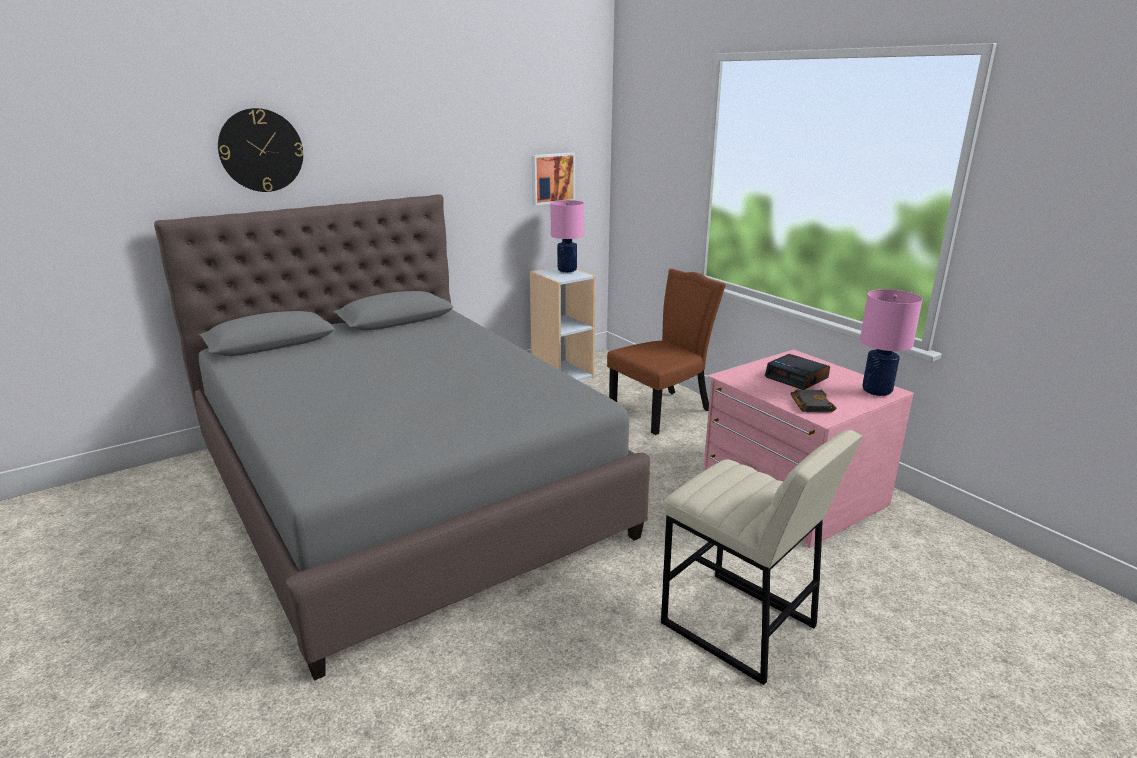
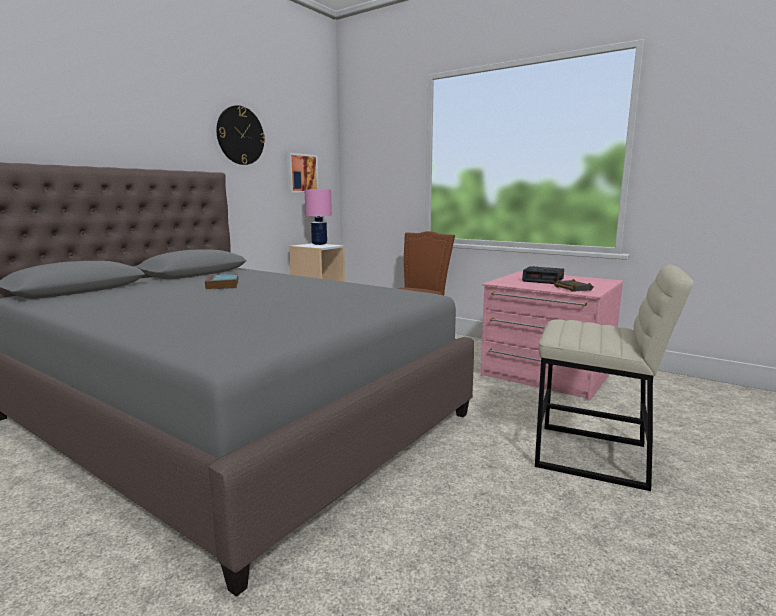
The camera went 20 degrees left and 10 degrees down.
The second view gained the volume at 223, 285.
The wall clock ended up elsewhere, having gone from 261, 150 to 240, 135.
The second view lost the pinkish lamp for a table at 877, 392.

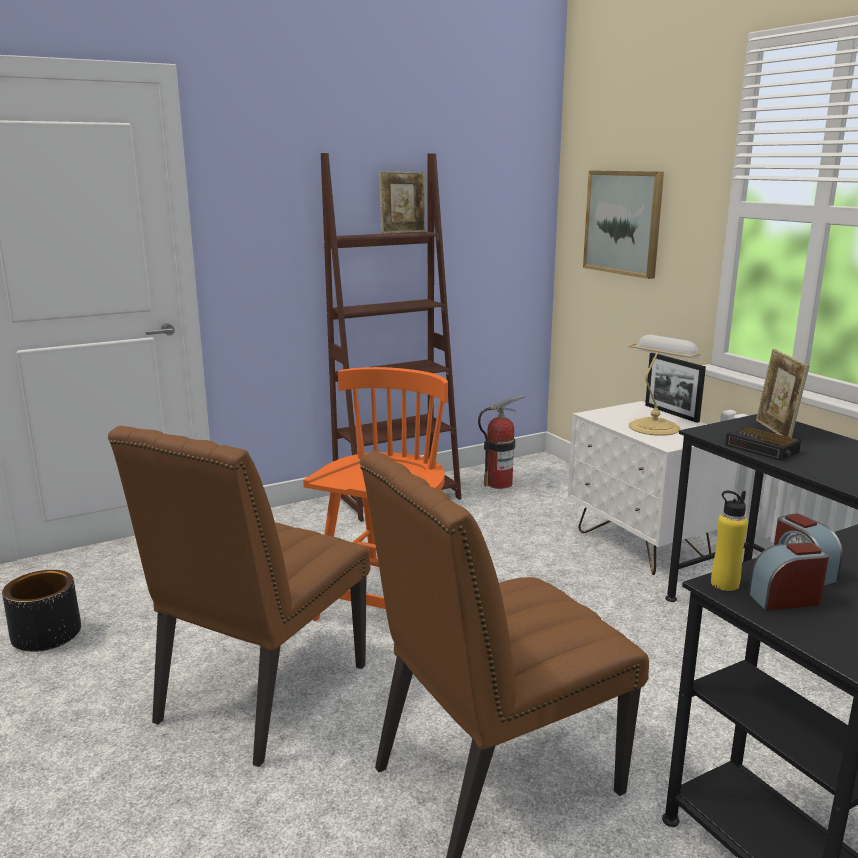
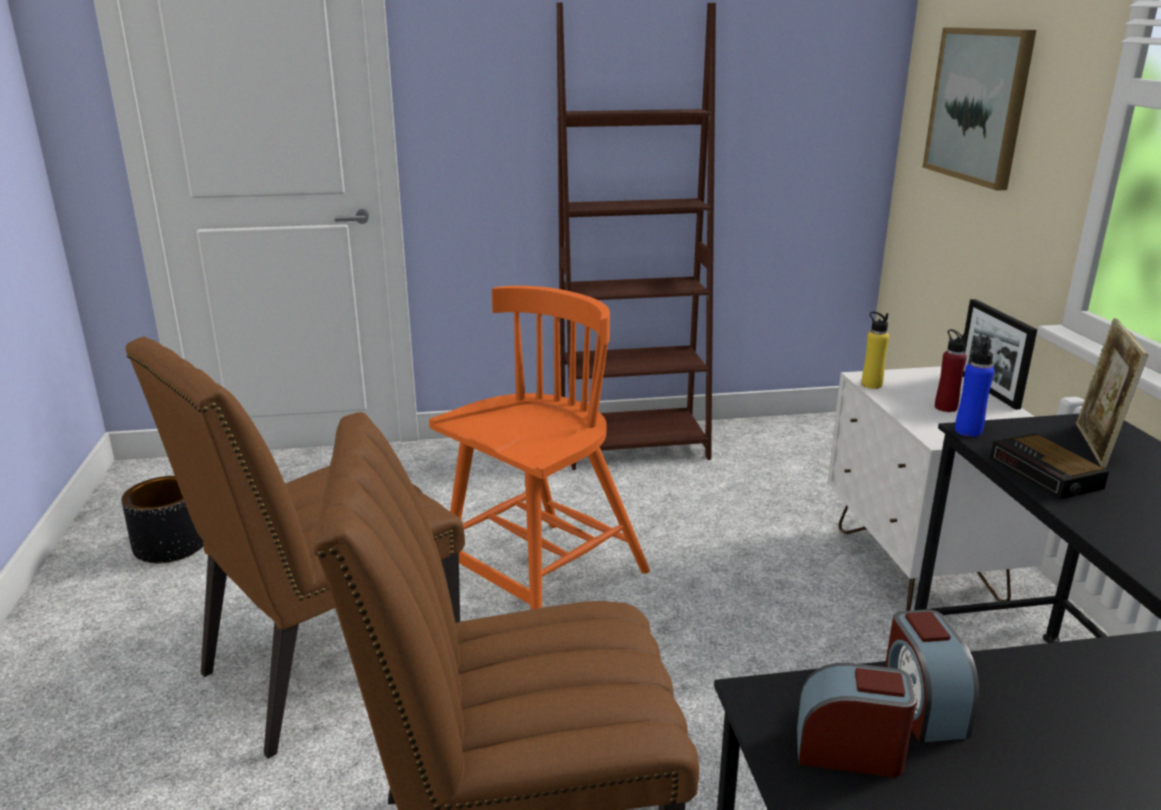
The camera went 20 degrees right and 5 degrees up.
The yellow-coloured bottle ended up elsewhere, having gone from 724, 584 to 871, 385.
Where the lamp for a table stood at 655, 426, the red bottle came to stand at 945, 407.
The second view gained the bluish bottle at 968, 431.
The second view lost the standing frame at 403, 232.
The second view lost the fire-fighting cylinder at 499, 483.

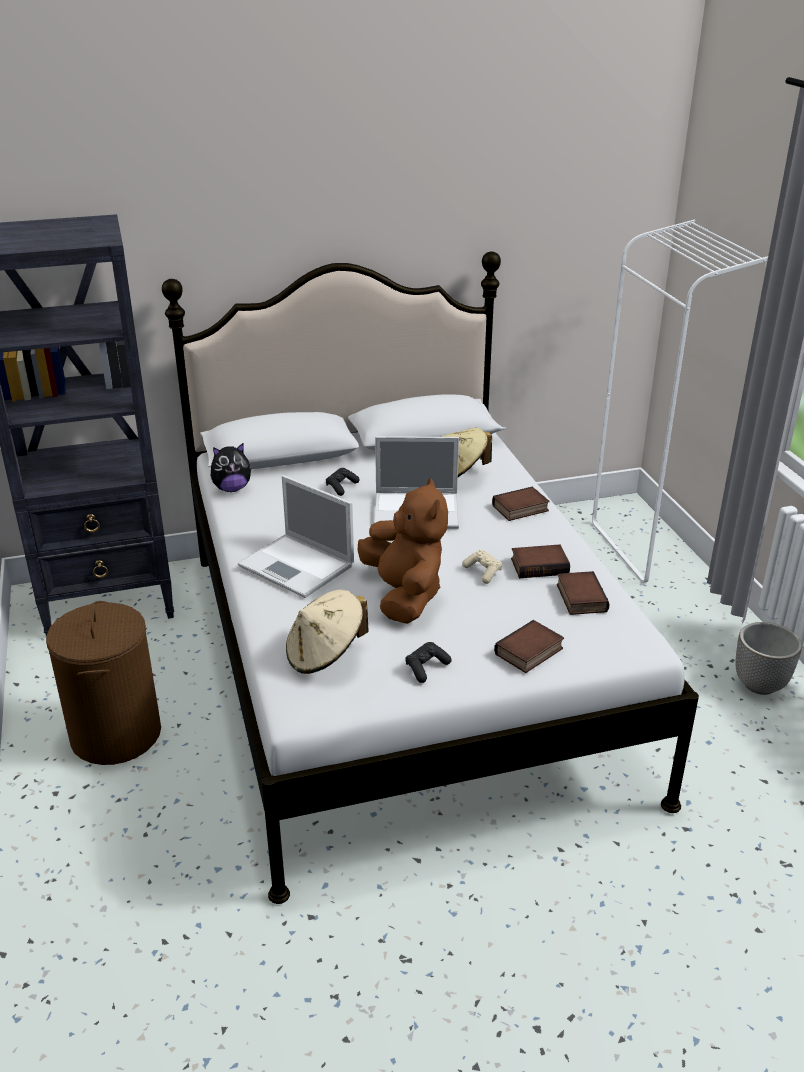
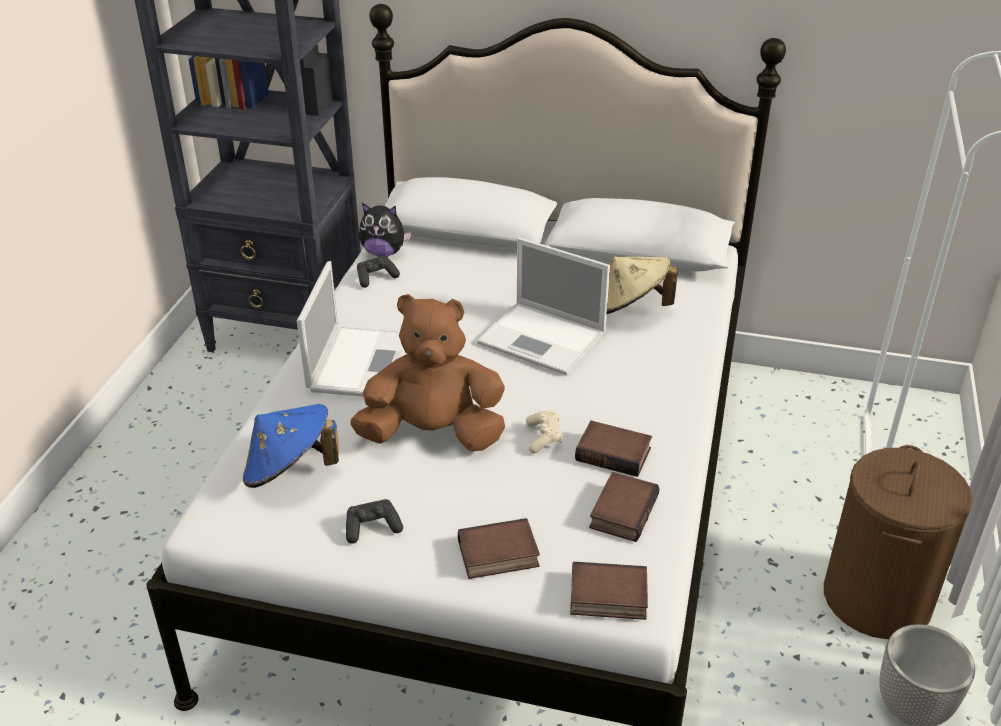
The camera went 30 degrees right and 5 degrees up.
What was the sand-coloured clothing hat at 325, 654 turned into the bluish clothing hat at 290, 471.
The laptop at 298, 566 ended up facing another way, 150 degrees counterclockwise from before.
The brown-coloured soft toy at 404, 595 ended up facing another way, 105 degrees counterclockwise from before.
The black-coloured gamepad ended up elsewhere, having gone from 341, 487 to 376, 278.
The volume ended up elsewhere, having gone from 520, 509 to 607, 598.
The brown-coloured washing basket ended up elsewhere, having gone from 116, 734 to 876, 598.

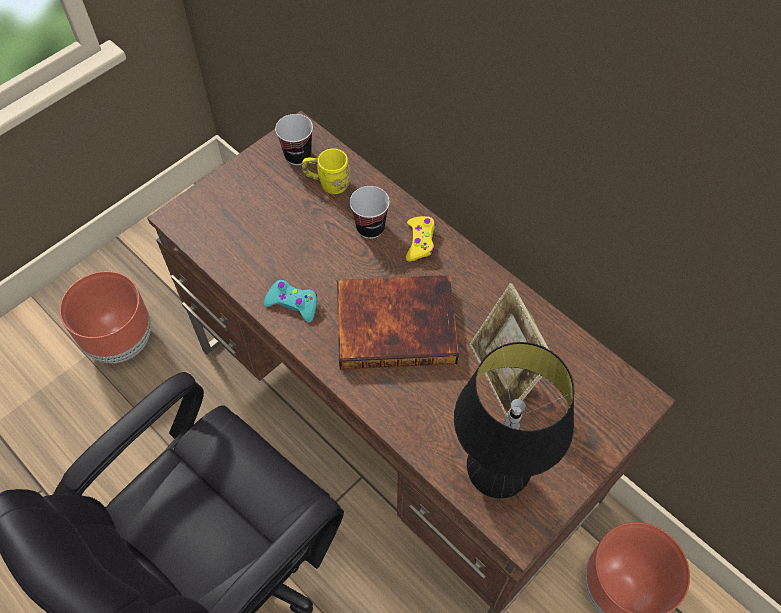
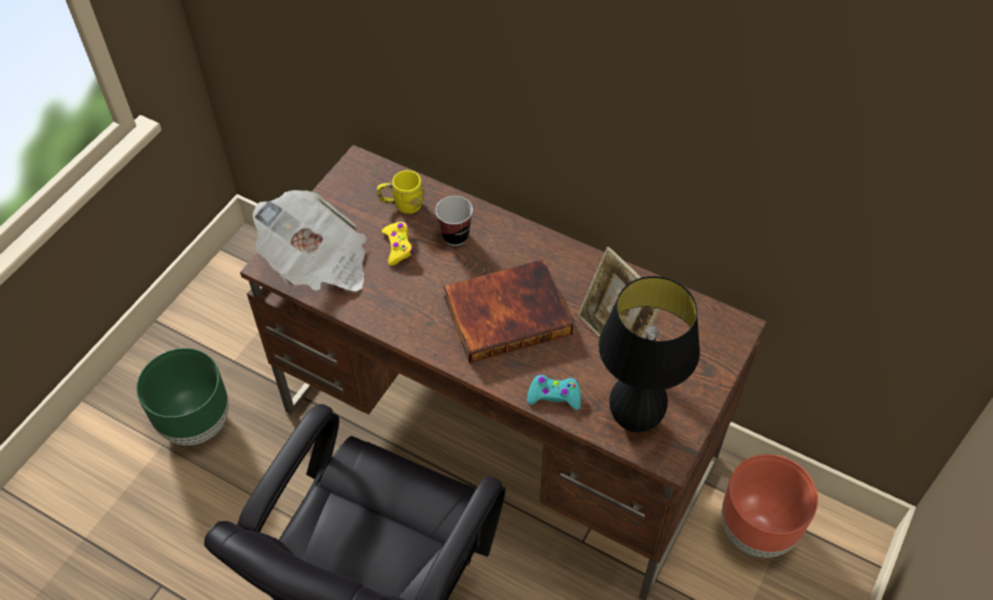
The camera went 15 degrees left and 5 degrees down.
What was the brown-coloured flower pot at 121, 342 turned into the greenish flower pot at 196, 424.
The second view gained the printed paper at 318, 262.
The yellow-coloured gamepad ended up elsewhere, having gone from 420, 241 to 398, 246.
The turquoise-coloured gamepad ended up elsewhere, having gone from 293, 303 to 554, 395.
The second view lost the drinking cup at 298, 155.

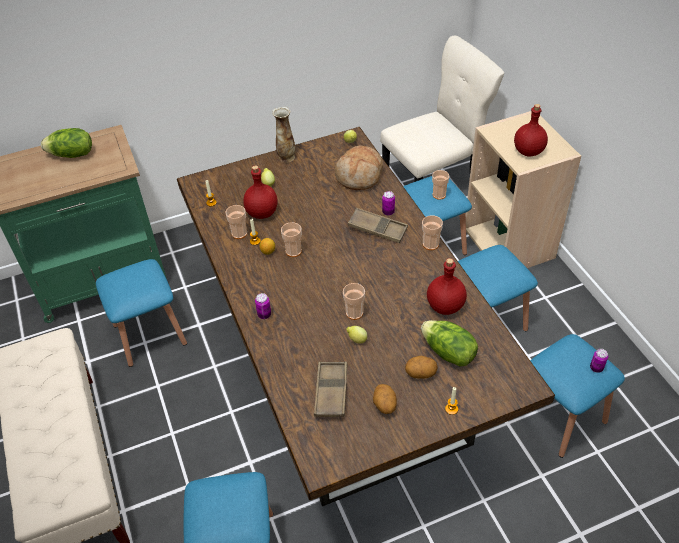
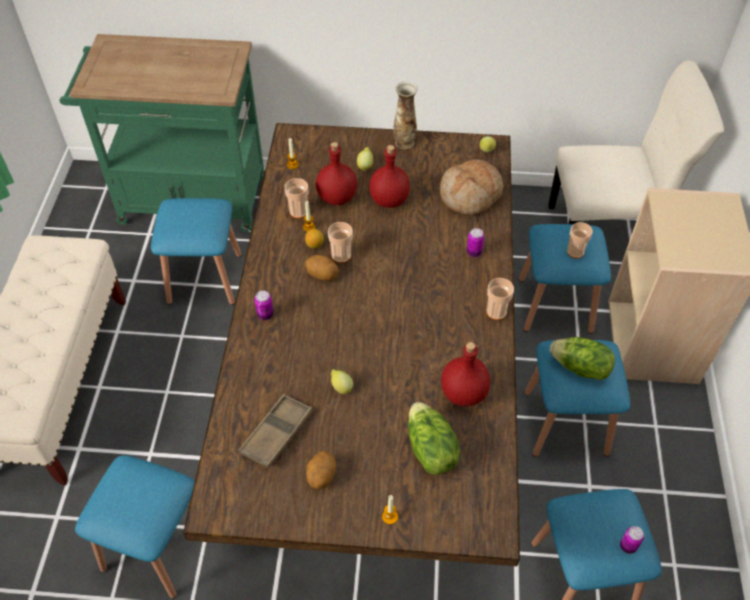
The camera went 25 degrees right and 5 degrees up.
The spud ended up elsewhere, having gone from 420, 373 to 322, 275.
The red bottle ended up elsewhere, having gone from 529, 151 to 390, 200.
The lettuce ended up elsewhere, having gone from 72, 155 to 580, 368.
The second view lost the drinking cup at 354, 313.
The second view lost the brown-coloured carrying tray at 377, 229.

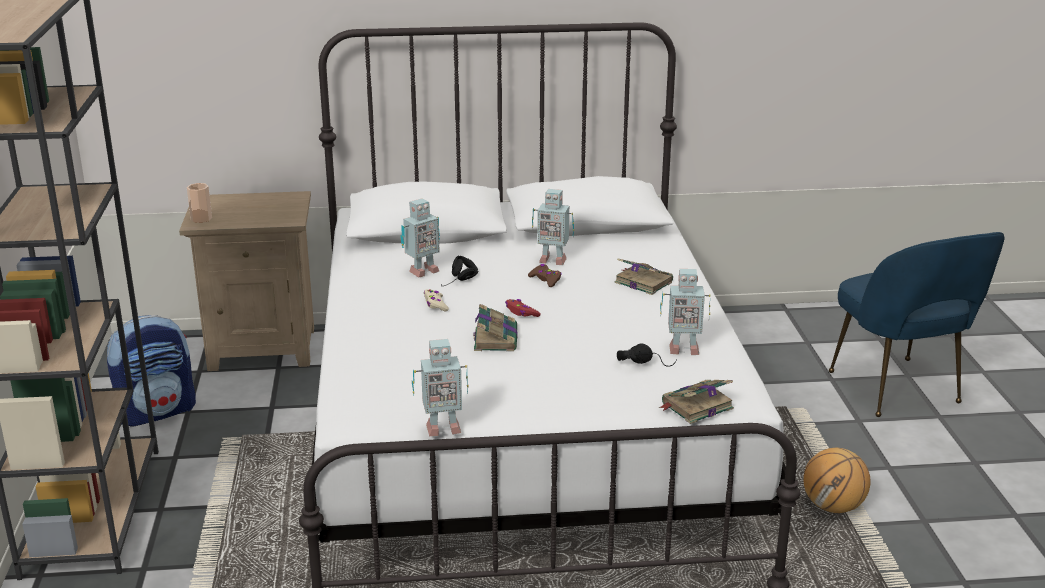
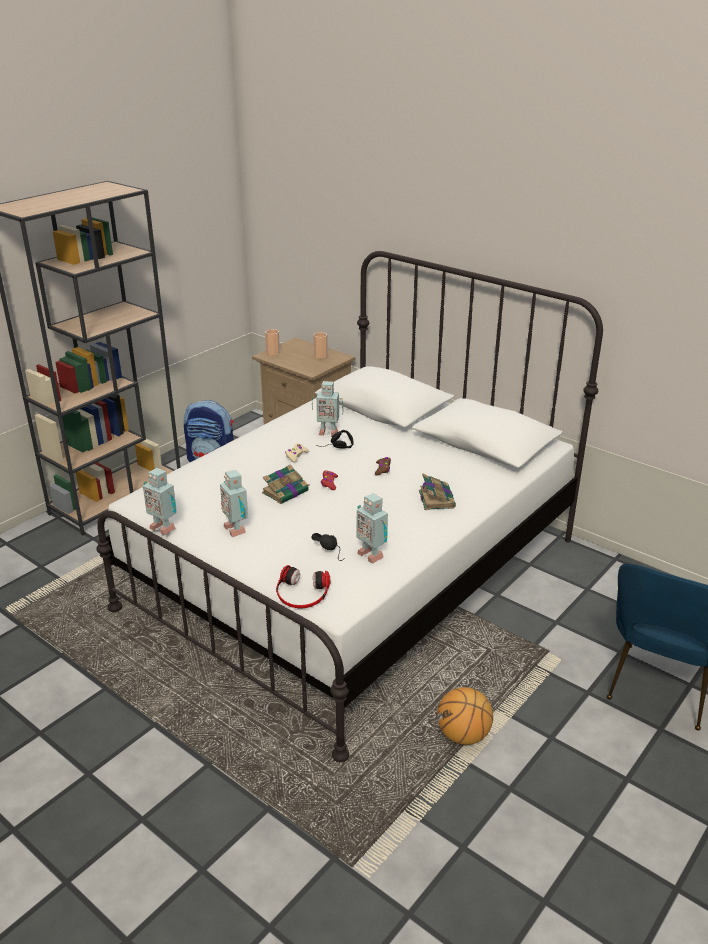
The camera went 45 degrees right and 5 degrees up.
The toy robot ended up elsewhere, having gone from 552, 260 to 236, 529.
Where the volume stood at 695, 406, the pair of headphones came to stand at 302, 593.
The second view gained the drinking cup at 320, 356.

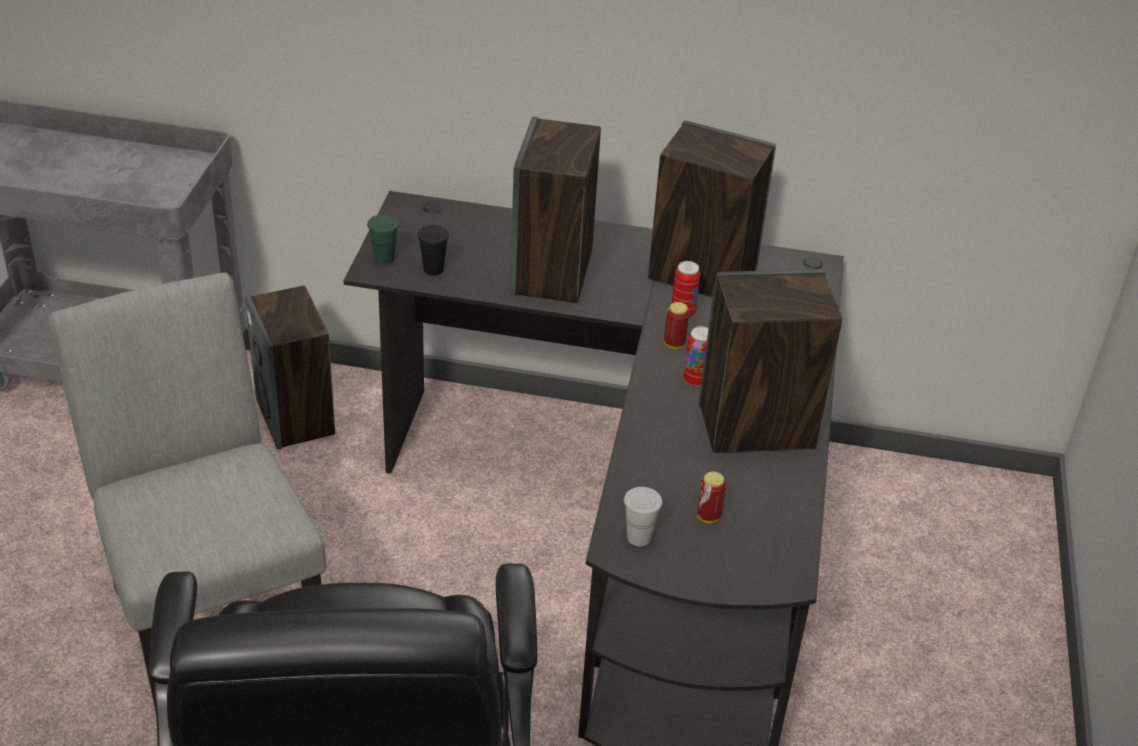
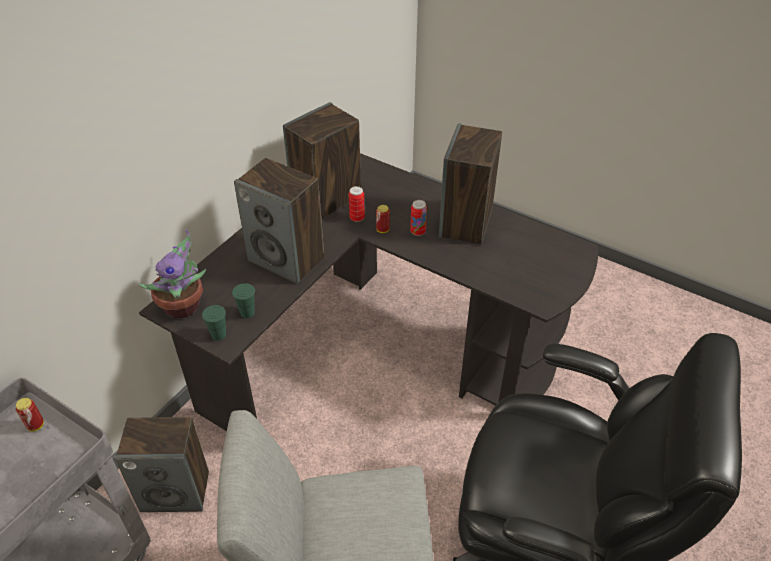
The camera went 65 degrees left and 5 degrees up.
The metal can ended up elsewhere, having gone from 708, 517 to 36, 425.
The second view gained the plant in a pot at 184, 307.
What was the black-coloured drinking cup at 433, 269 turned into the greenish drinking cup at 247, 313.
The second view lost the white drinking cup at 639, 537.

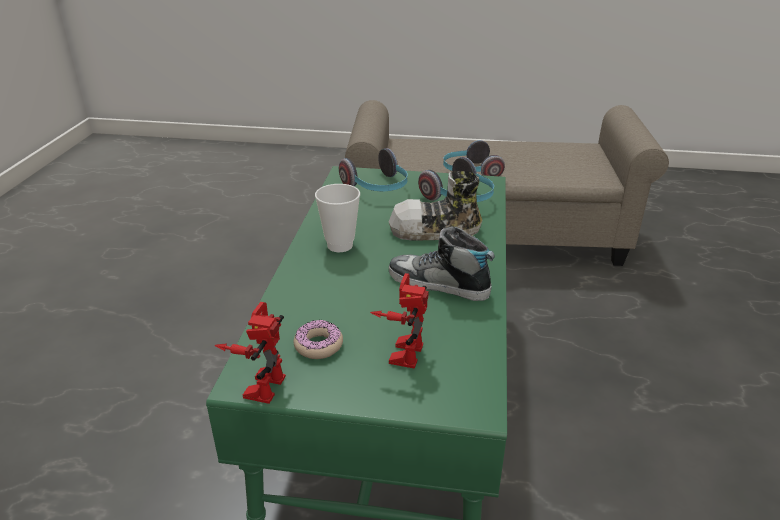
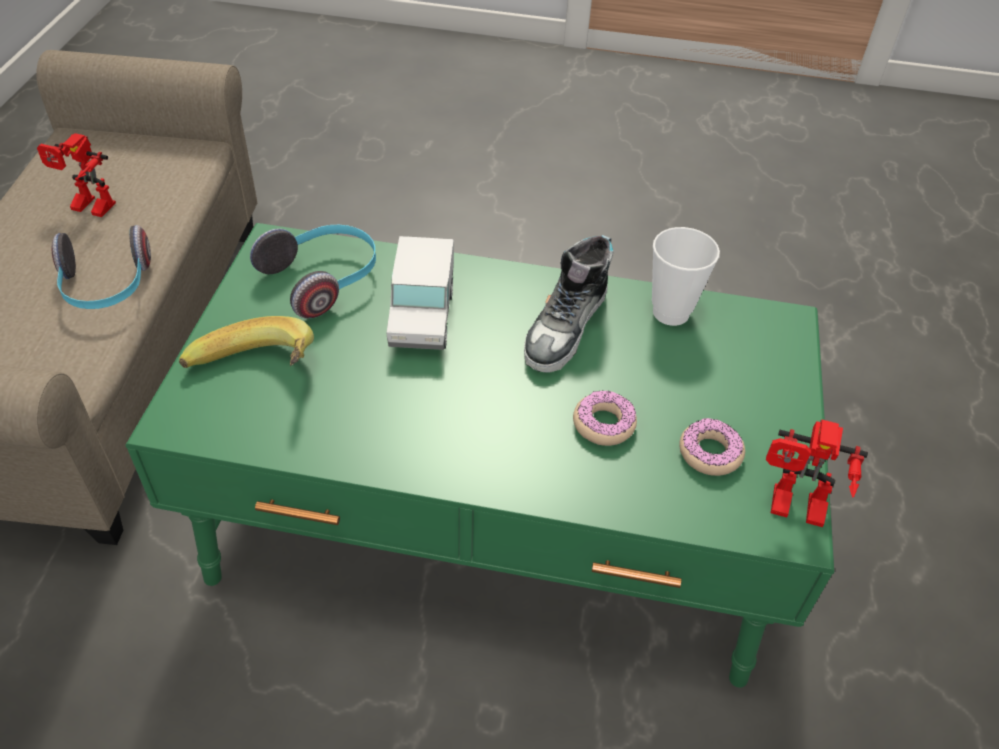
The camera went 90 degrees left and 15 degrees up.
The toy robot ended up elsewhere, having gone from 401, 350 to 87, 208.
Where the pair of headphones stood at 377, 188, the banana fruit came to stand at 256, 376.
Where the low shoe stood at 435, 230, the toy lorry came to stand at 422, 317.
The second view gained the donut at 603, 424.
The drinking cup ended up elsewhere, having gone from 340, 245 to 671, 313.

